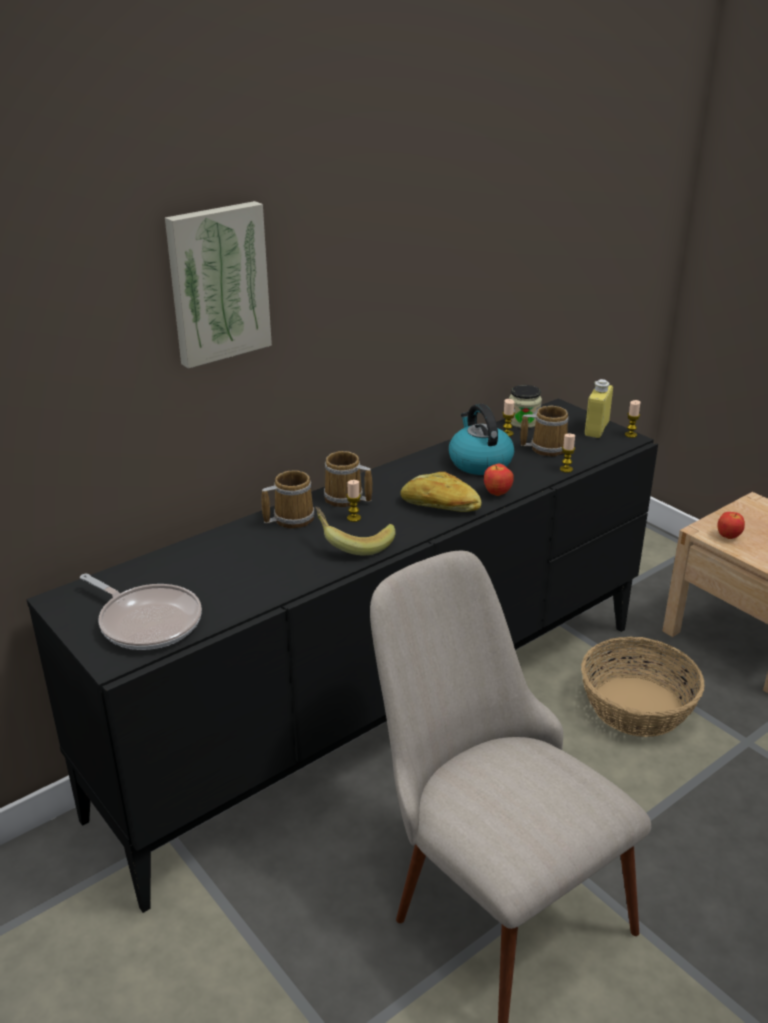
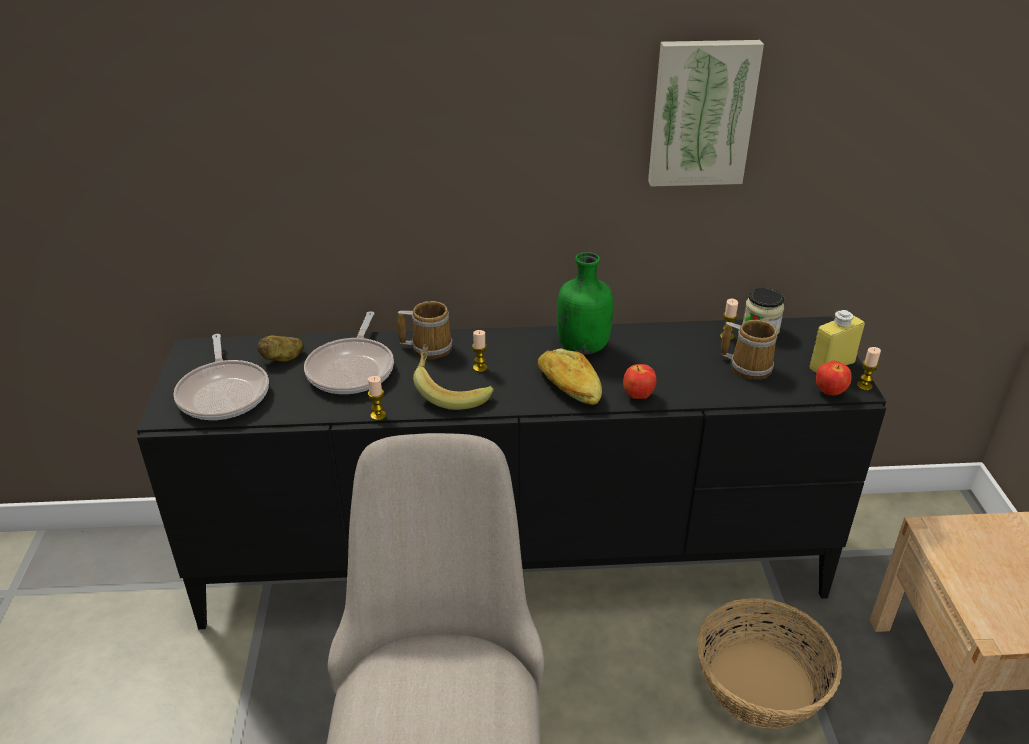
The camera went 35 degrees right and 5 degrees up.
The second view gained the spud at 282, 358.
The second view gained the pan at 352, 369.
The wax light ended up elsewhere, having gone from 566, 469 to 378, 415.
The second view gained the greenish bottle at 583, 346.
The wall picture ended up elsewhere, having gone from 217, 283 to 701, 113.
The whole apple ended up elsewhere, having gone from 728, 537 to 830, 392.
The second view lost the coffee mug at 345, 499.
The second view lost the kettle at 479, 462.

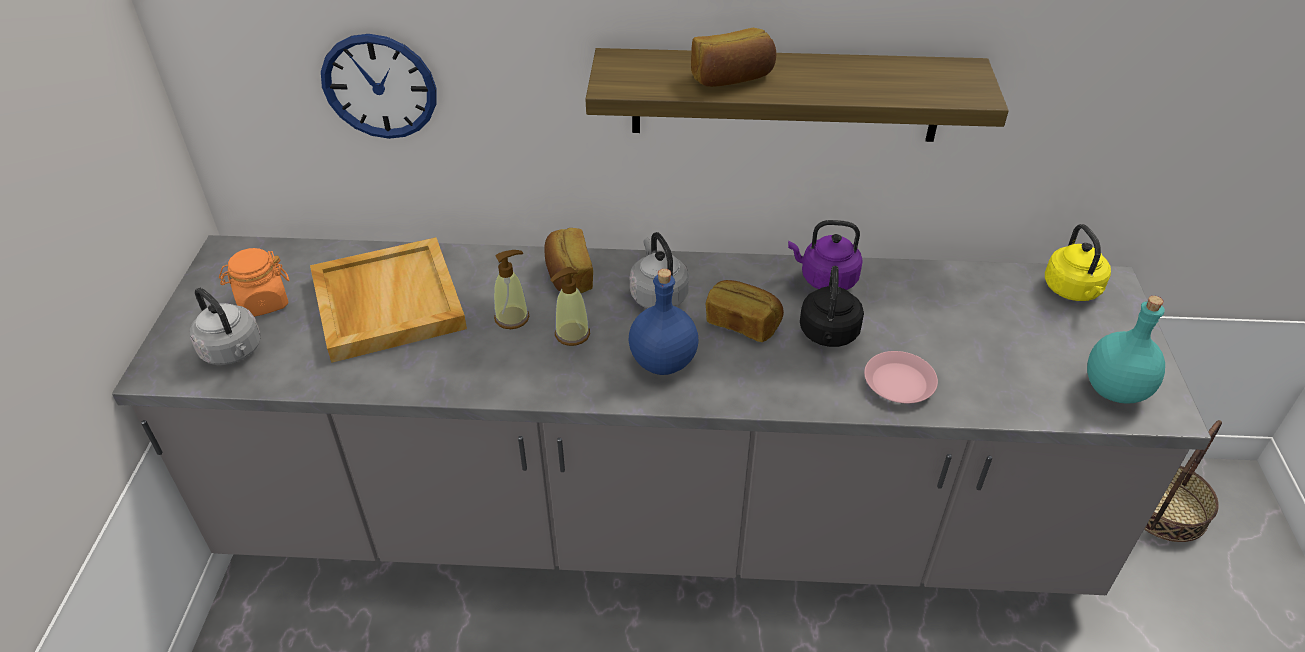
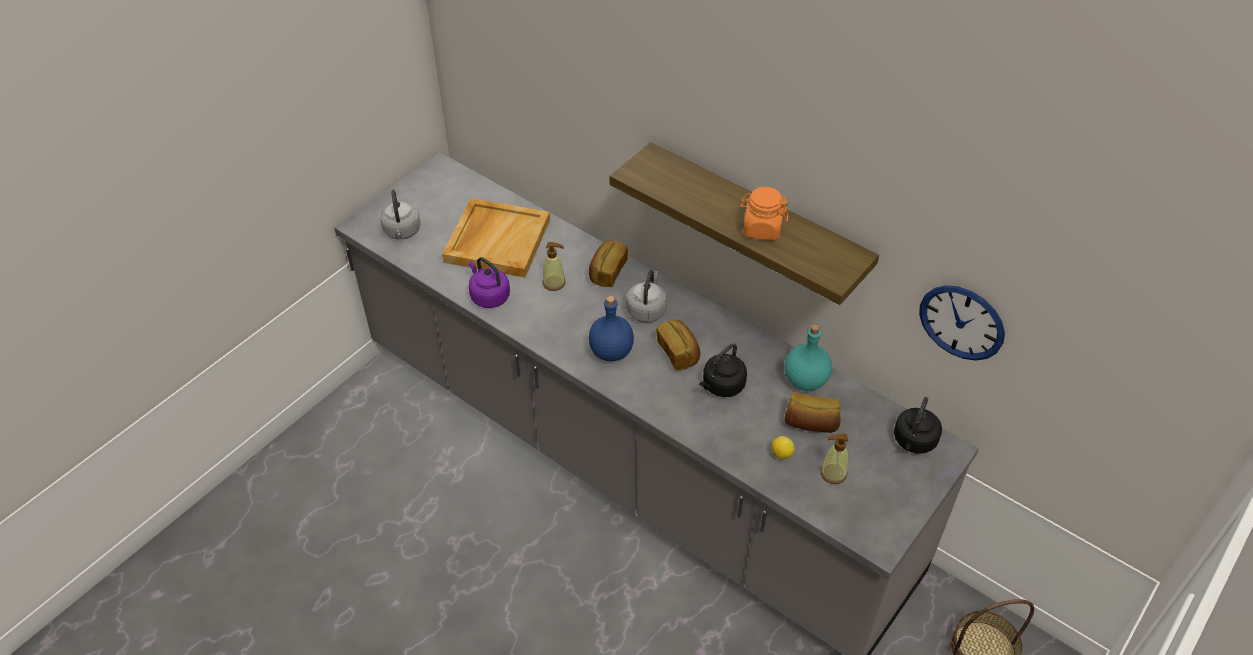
The camera went 35 degrees right and 5 degrees up.
The purple kettle ended up elsewhere, having gone from 825, 279 to 488, 296.
The orange jar ended up elsewhere, having gone from 263, 302 to 762, 229.
The second view gained the citrus fruit at 781, 454.
The turquoise-coloured bottle ended up elsewhere, having gone from 1113, 389 to 805, 380.
The baked bread ended up elsewhere, having gone from 732, 78 to 811, 423.
The soap bottle ended up elsewhere, having gone from 572, 334 to 833, 473.
What was the yellow-coloured kettle at 1073, 291 turned into the black-coloured kettle at 914, 441.
The wall clock ended up elsewhere, having gone from 379, 86 to 961, 322.
The second view lost the pinkish flat dish at 899, 382.

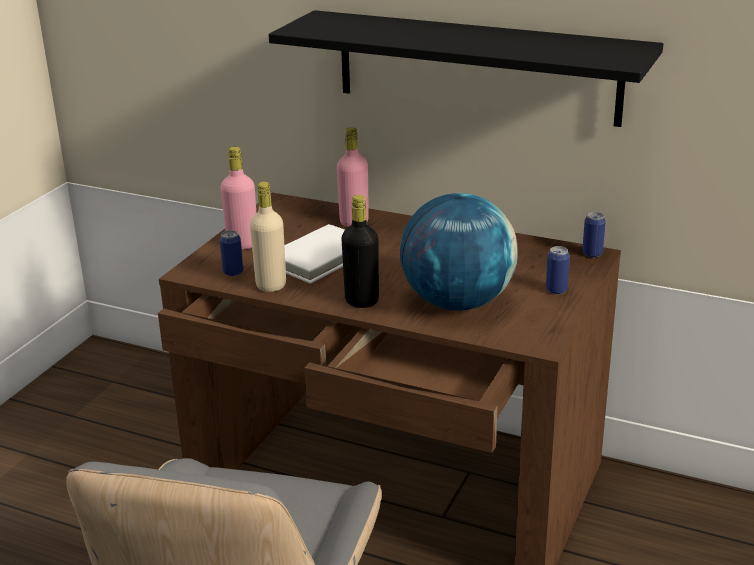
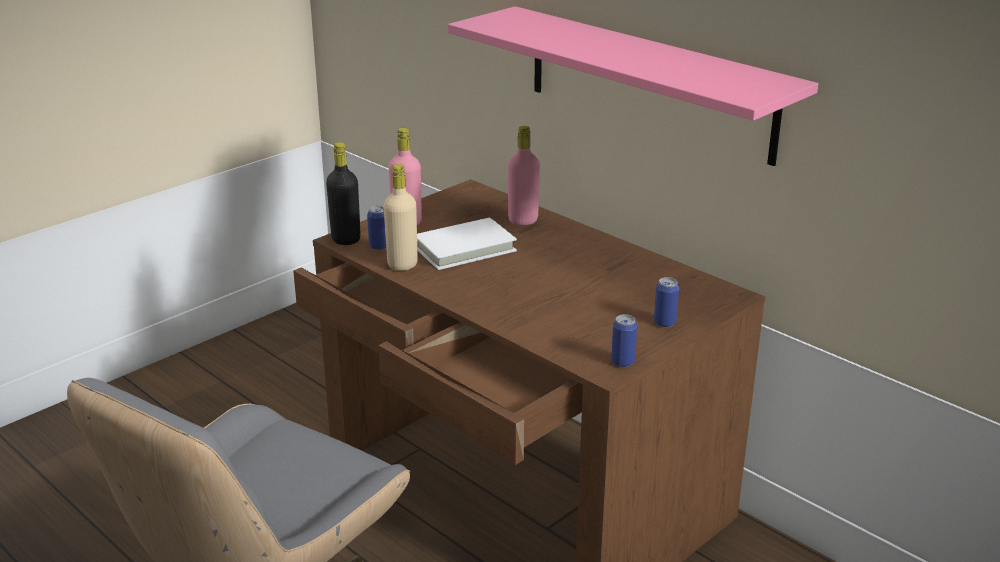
The camera went 20 degrees right and 0 degrees up.
The black-coloured bottle ended up elsewhere, having gone from 361, 301 to 346, 239.
What was the black-coloured wall shelf at 476, 67 turned into the pinkish wall shelf at 648, 83.
The metal can ended up elsewhere, having gone from 592, 253 to 622, 362.
The second view lost the world globe at 457, 303.

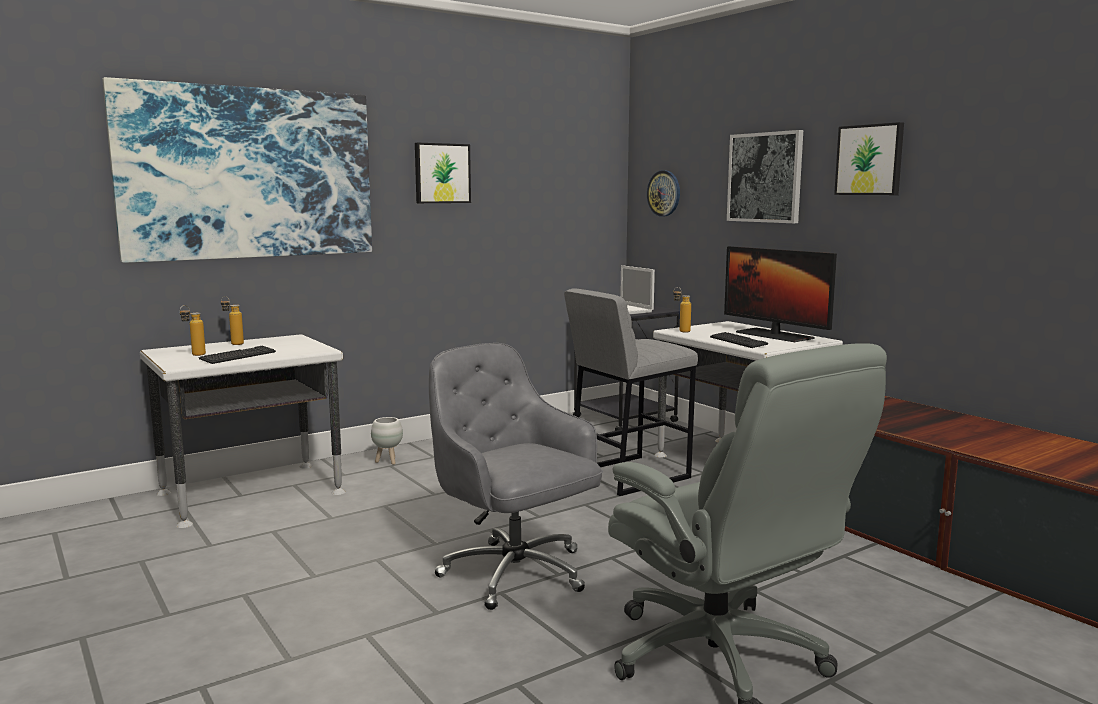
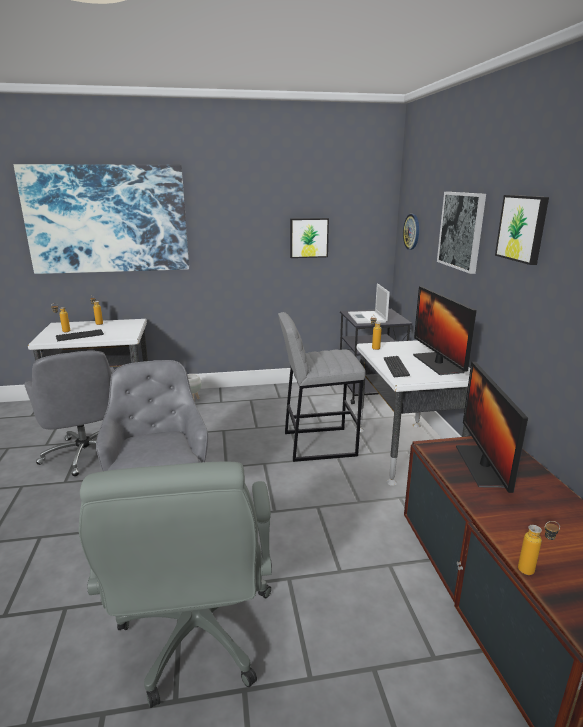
The camera went 25 degrees right and 10 degrees up.
The second view gained the grey computer chair at 84, 454.
The wall picture ended up elsewhere, having gone from 442, 173 to 309, 238.
The second view gained the computer display at 483, 465.
The second view gained the bottle at 533, 571.

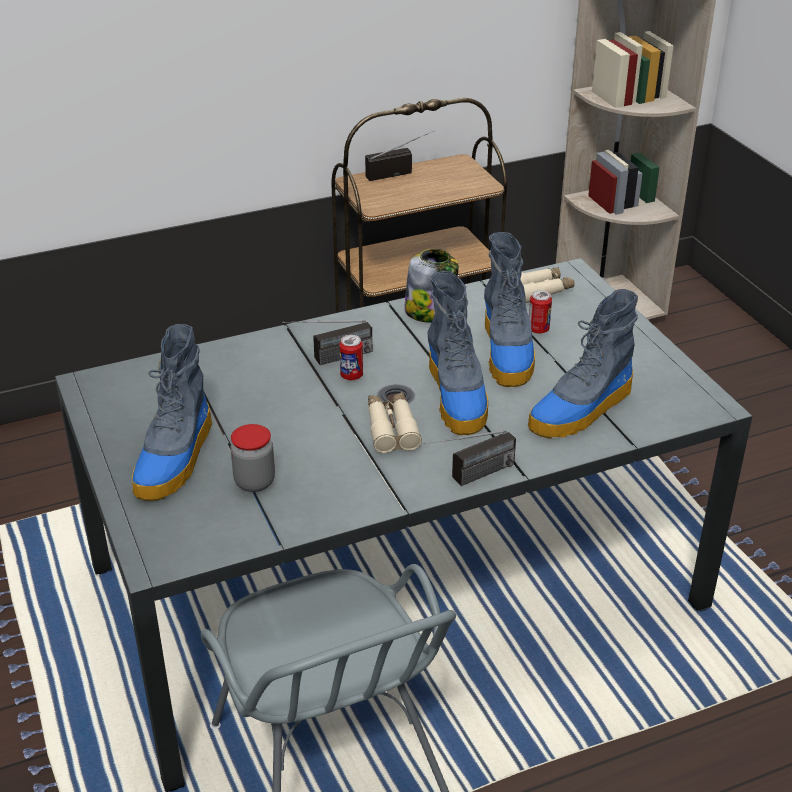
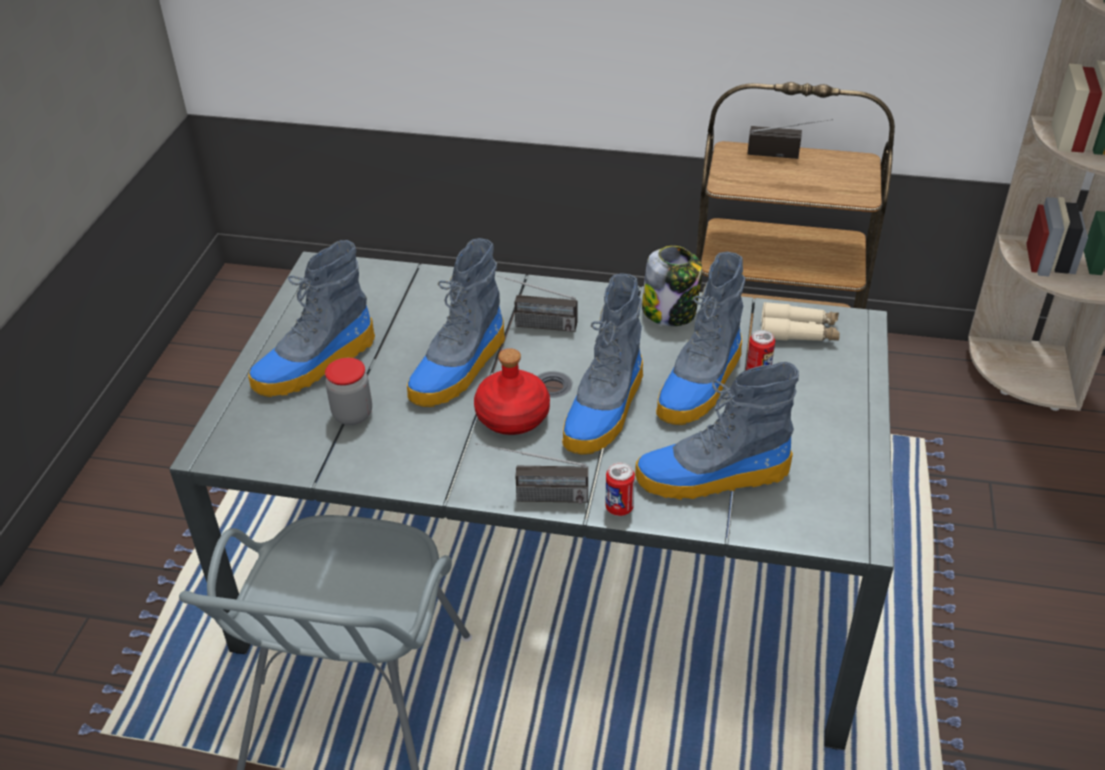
The camera went 35 degrees right and 5 degrees up.
The second view gained the boot at 459, 369.
Where the sand-coloured field glasses stood at 392, 429, the red bottle came to stand at 513, 416.
The metal can ended up elsewhere, having gone from 351, 376 to 619, 507.

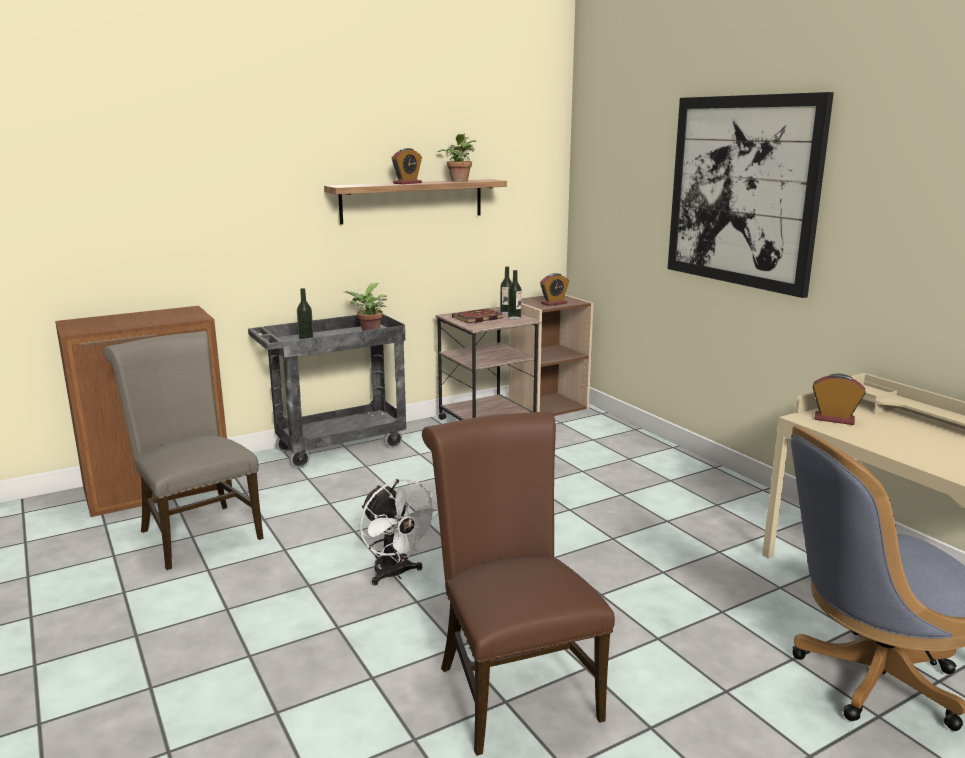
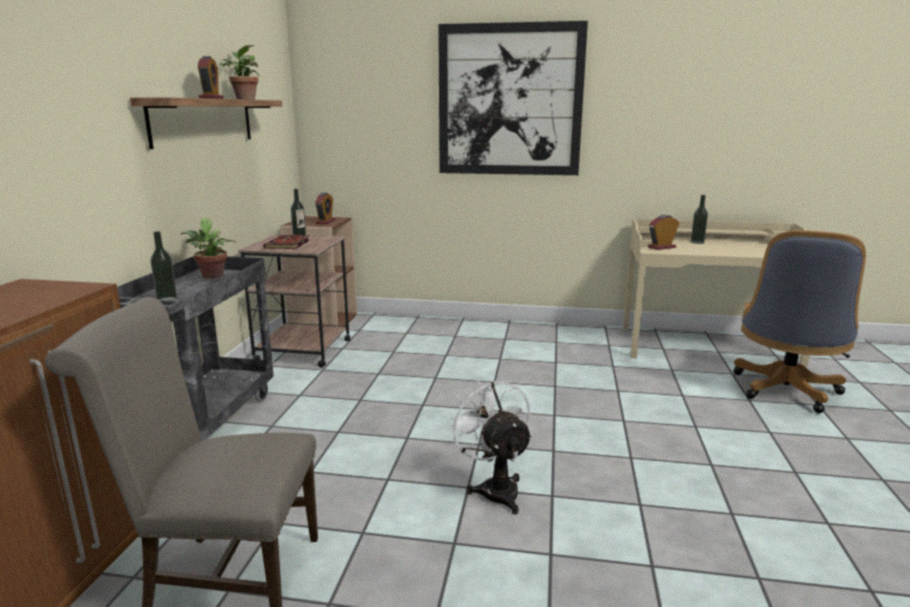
The camera went 50 degrees left and 0 degrees up.
The white cooling fan at 395, 574 ended up facing another way, 120 degrees counterclockwise from before.
The bottle ended up elsewhere, having gone from 514, 318 to 697, 242.
The second view lost the brown-coloured upright chair at 513, 686.

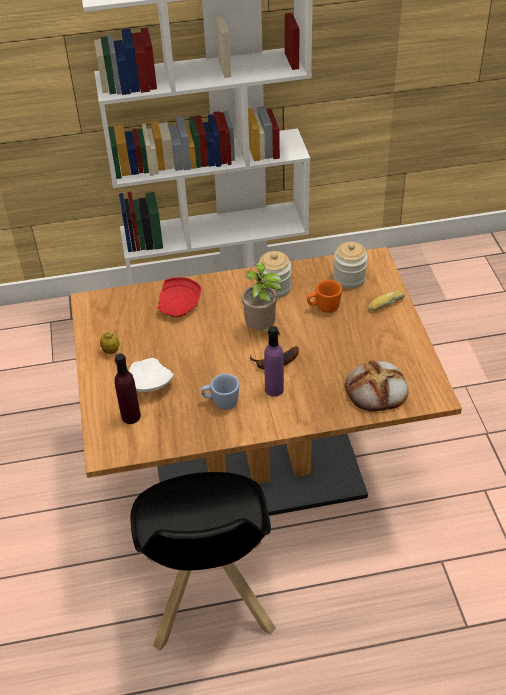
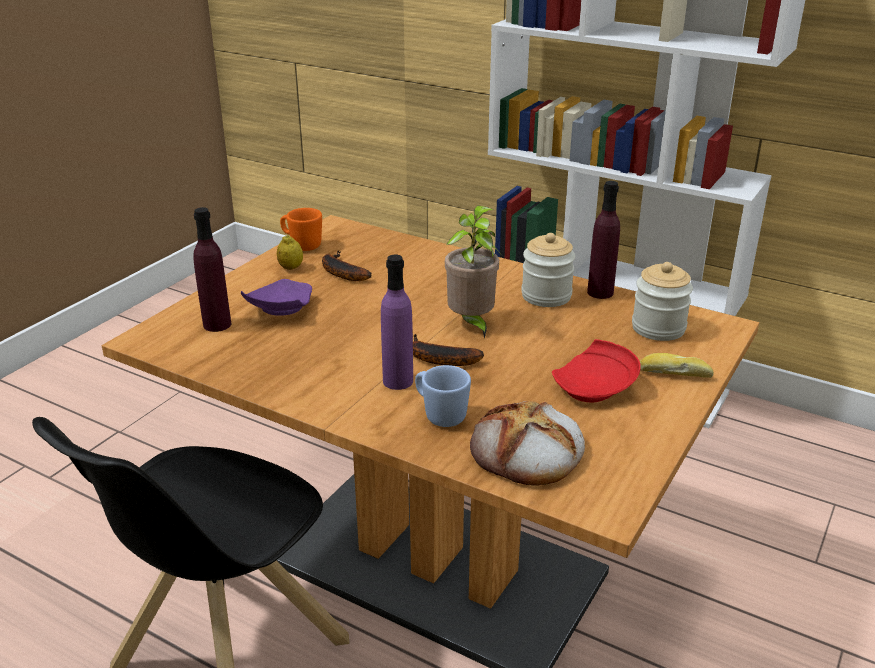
The camera went 40 degrees right and 15 degrees down.
What was the white flat dish at 149, 384 turned into the purple flat dish at 279, 309.
The orange coffee mug ended up elsewhere, having gone from 323, 307 to 301, 245.
The second view gained the banana fruit at 340, 272.
The bluish coffee mug ended up elsewhere, having gone from 221, 402 to 440, 414.
The red flat dish ended up elsewhere, having gone from 179, 305 to 595, 388.
The second view gained the purple bottle at 600, 292.

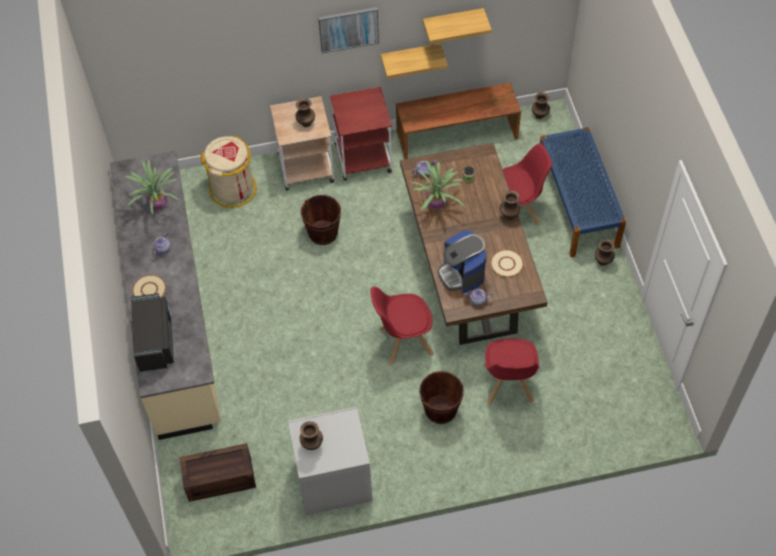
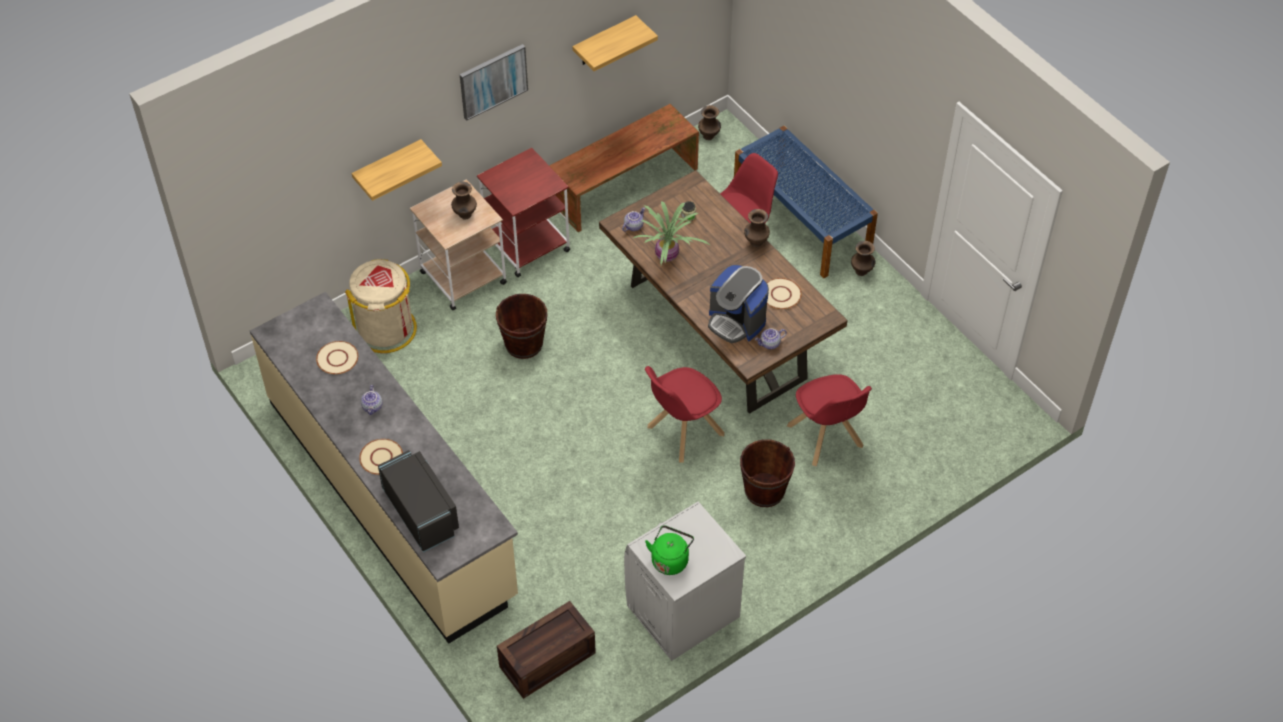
The camera went 25 degrees left and 5 degrees down.
Where the plant in a pot stood at 158, 204, the sand-coloured flat dish came to stand at 337, 358.
The wall shelf ended up elsewhere, having gone from 410, 56 to 388, 167.
Where the brown-coloured flower vase stood at 312, 444, the greenish kettle came to stand at 670, 559.

